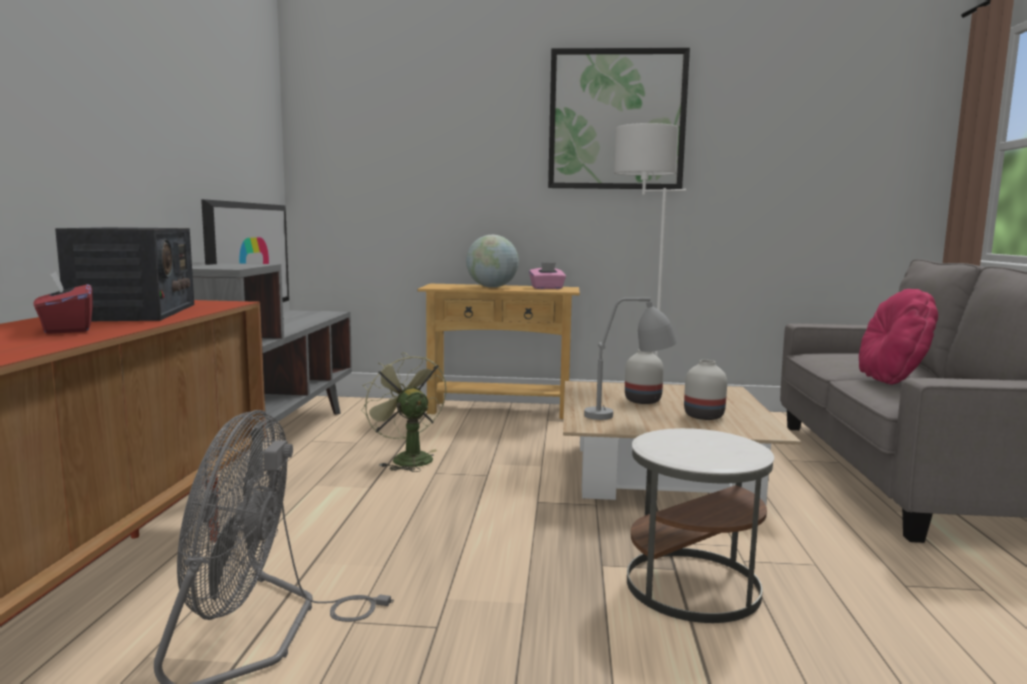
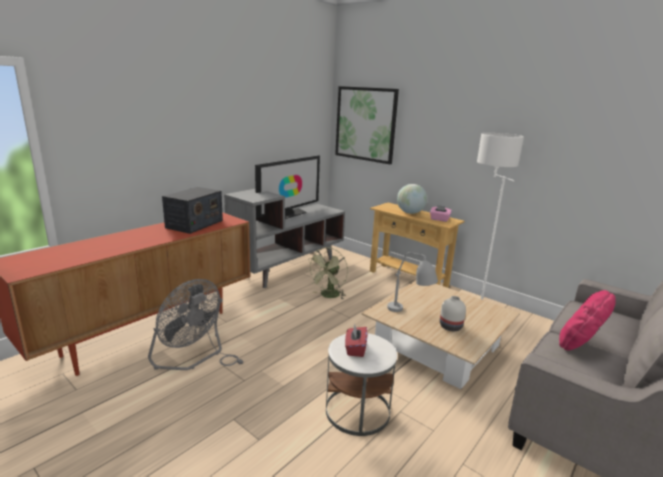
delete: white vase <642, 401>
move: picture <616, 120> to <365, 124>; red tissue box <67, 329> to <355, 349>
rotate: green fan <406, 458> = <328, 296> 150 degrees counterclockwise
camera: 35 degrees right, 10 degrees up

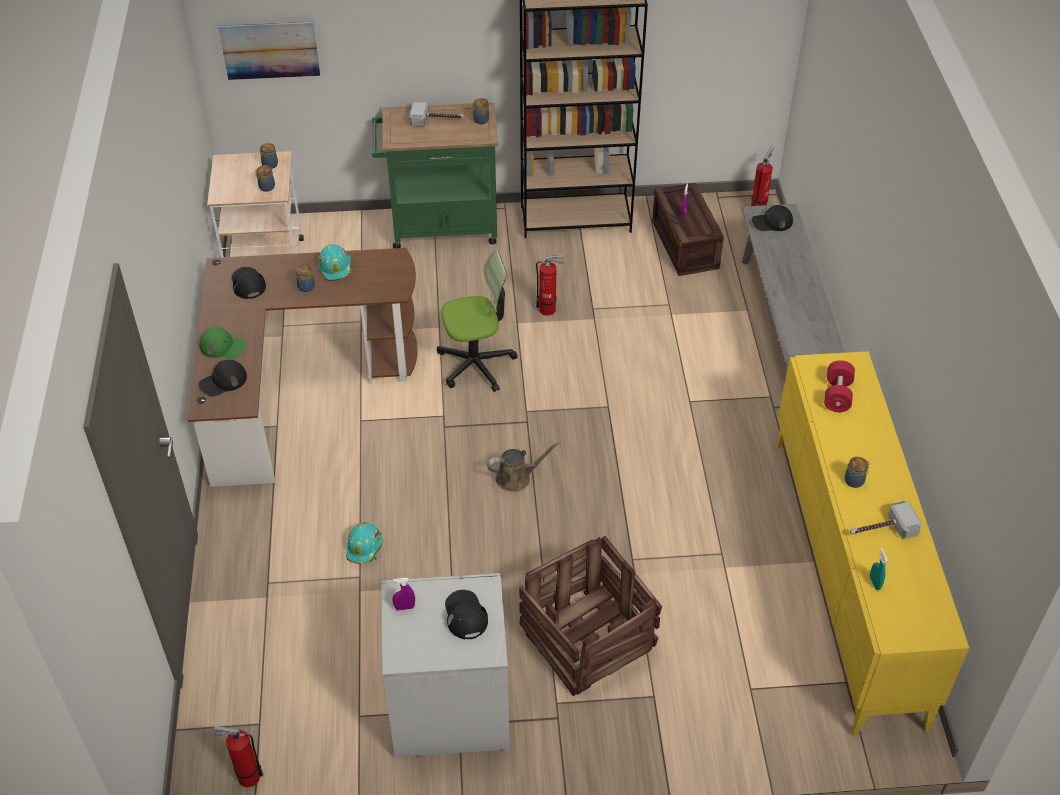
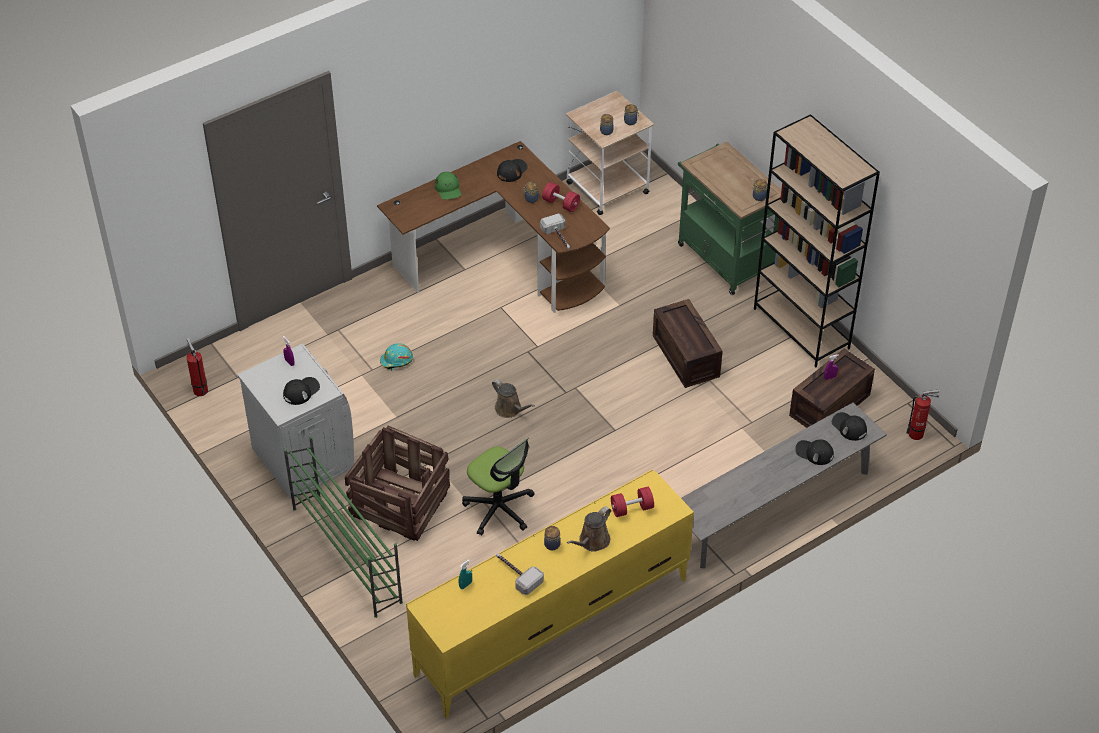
delete: picture <270, 50>
insert: green shoe rack <346, 554>; brown watering can <592, 541>
move: office chair <476, 364> to <499, 508>; hammer <437, 120> to <559, 237>; black cap <223, 381> to <814, 452>
replace: turquoise hard hat <336, 268> to red dumbbell <561, 204>; fire extinguisher <549, 310> to crate <687, 356>
camera: 60 degrees right, 0 degrees up

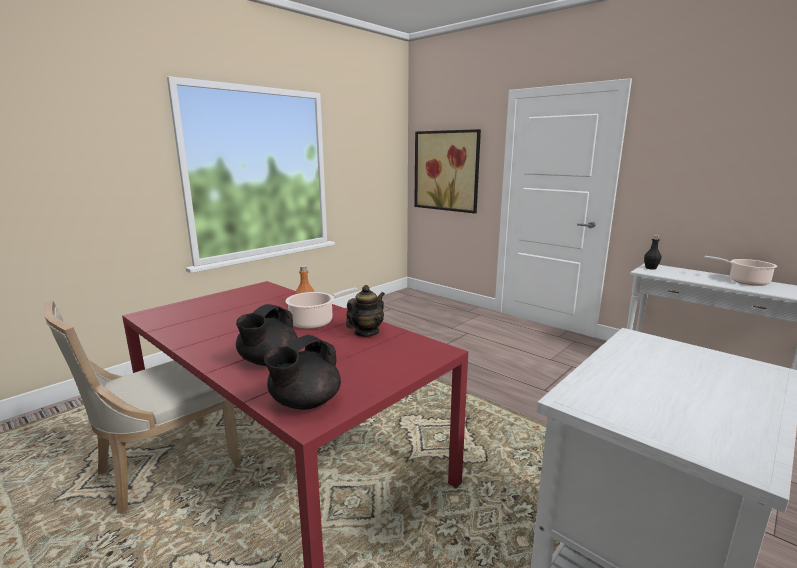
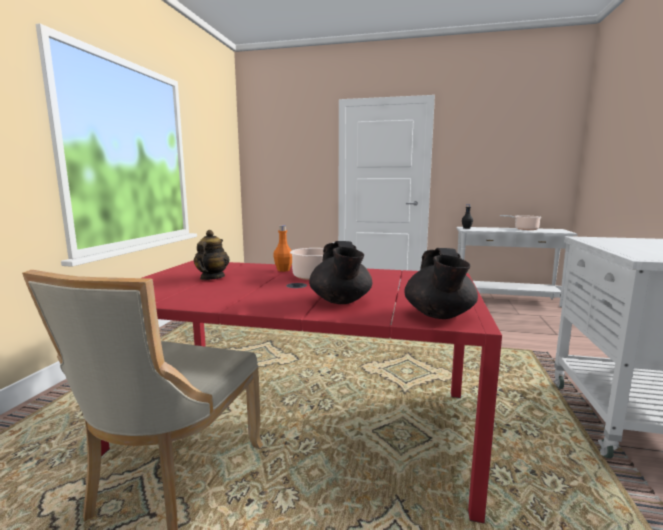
delete: picture <446, 171>
move: teapot <366, 333> to <212, 277>
camera: 30 degrees left, 5 degrees down

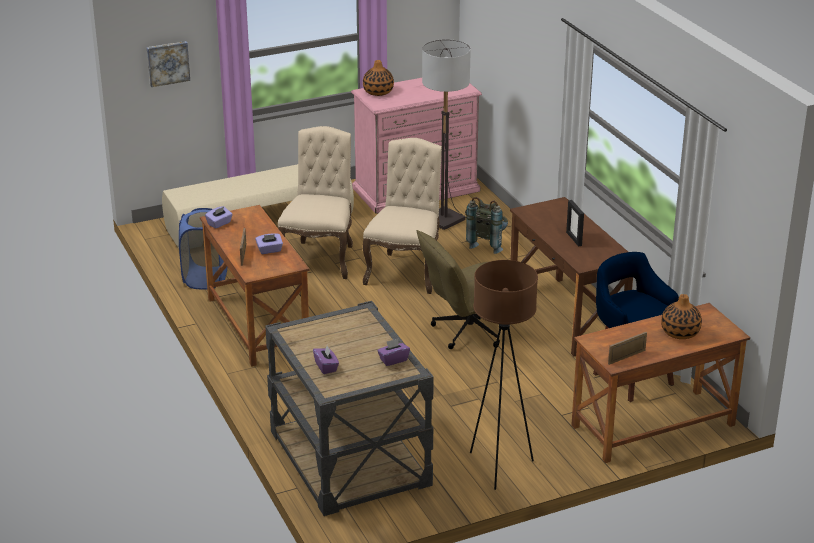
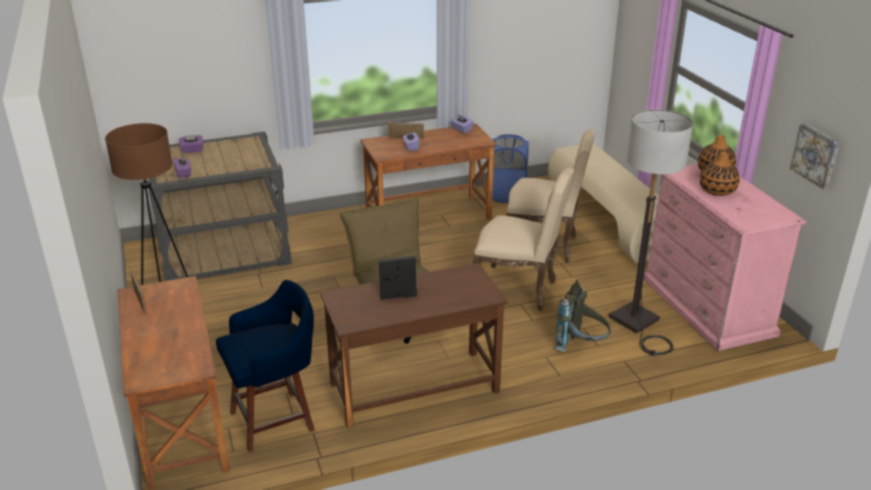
move: vase <680, 332> to <717, 190>; picture <167, 63> to <816, 155>
camera: 95 degrees right, 0 degrees up

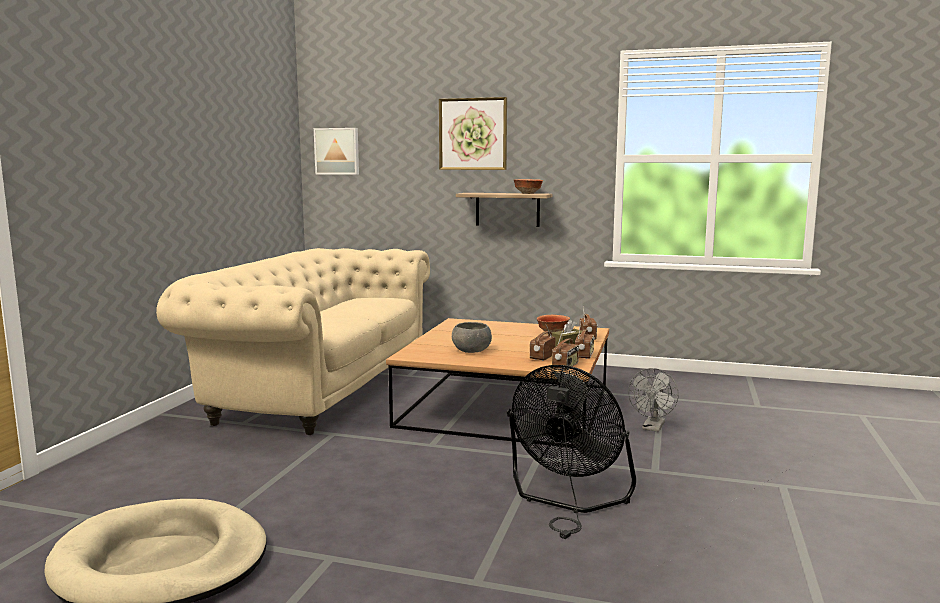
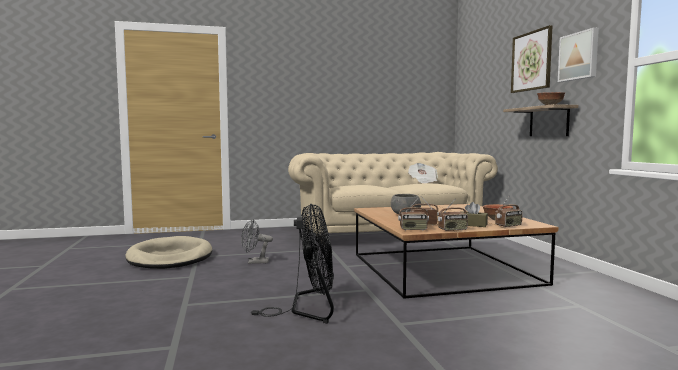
insert: newspaper <422, 181>
move: grey fan <652, 428> to <254, 262>; picture <337, 151> to <579, 56>
camera: 60 degrees right, 5 degrees down

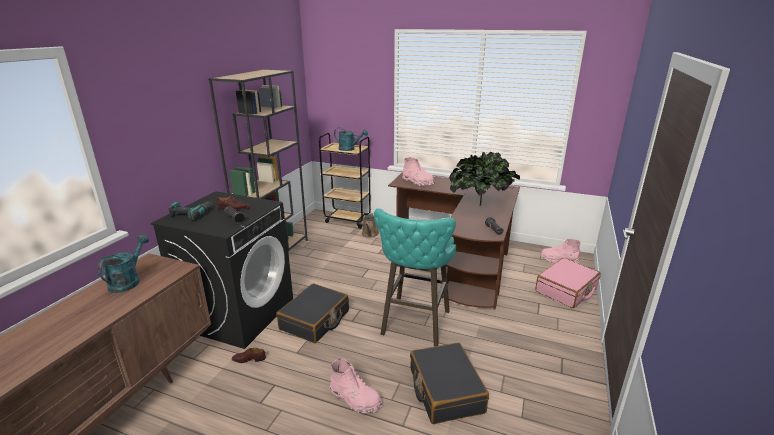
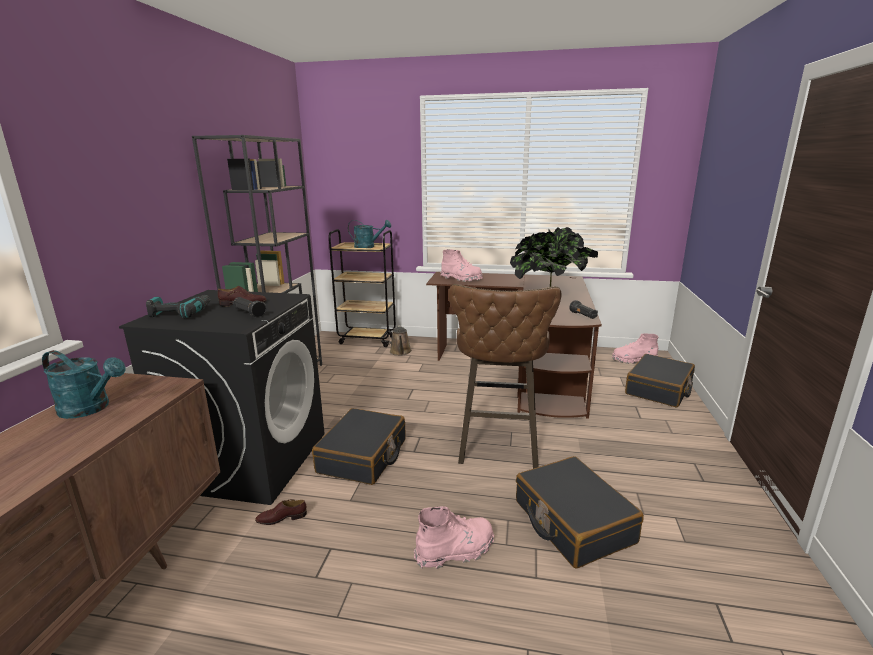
recolor: turquoise stool <415, 324> to brown stool <498, 446>; pink suitcase <566, 290> to black suitcase <659, 389>
rotate: turquoise watering can <128, 281> = <91, 409> 105 degrees clockwise; pink boot <355, 399> = <455, 551> 45 degrees counterclockwise
camera: 10 degrees left, 5 degrees down

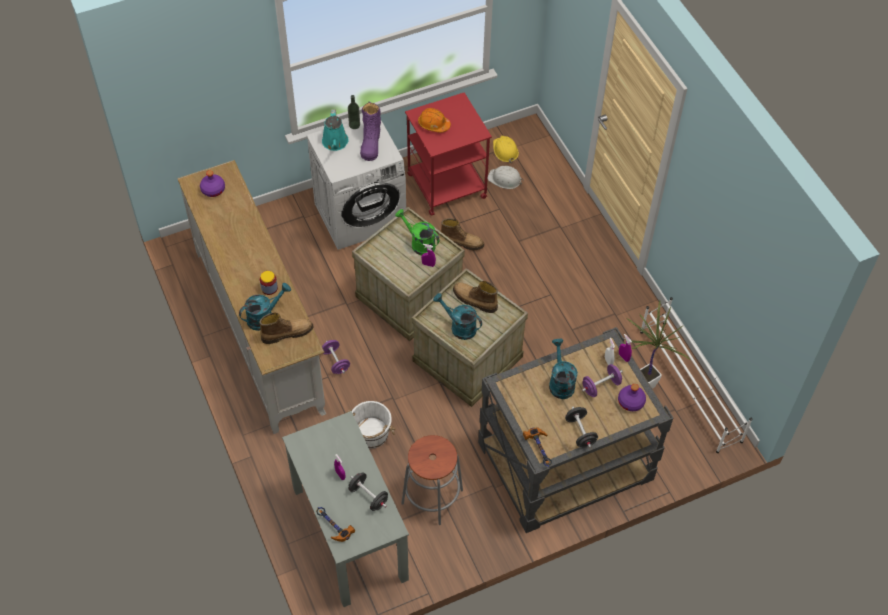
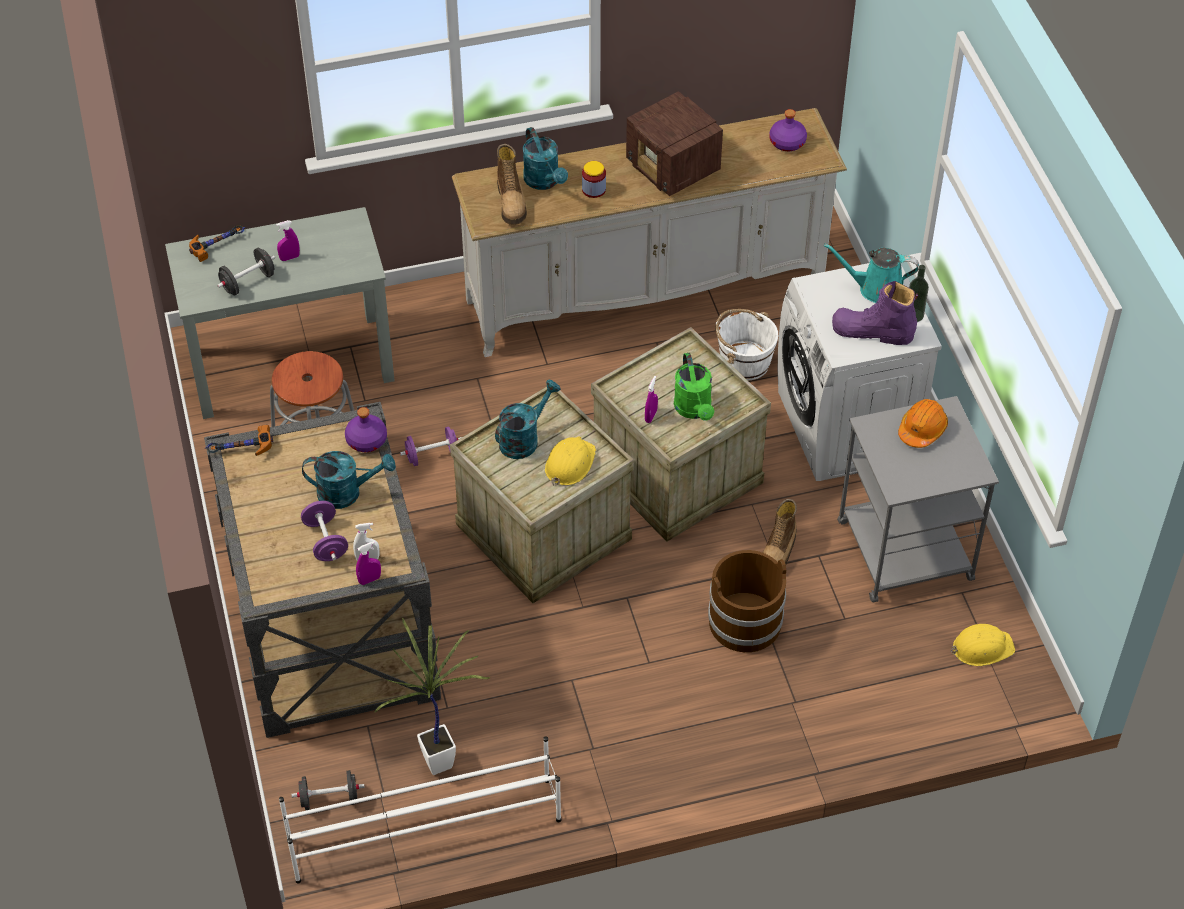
delete: white hard hat <505, 179>
insert: radio <673, 168>; brown bucket <744, 622>
move: black dumbbell <580, 432> to <329, 799>; purple bottle <631, 401> to <367, 440>; purple dumbbell <335, 362> to <432, 456>; white bucket <370, 434> to <744, 361>
replace: boot <474, 300> to yellow hard hat <569, 463>
recolor: red cart <447, 185> to grey cart <905, 552>
rotate: green watering can <419, 243> = <694, 410> 120 degrees clockwise
camera: 100 degrees right, 5 degrees down

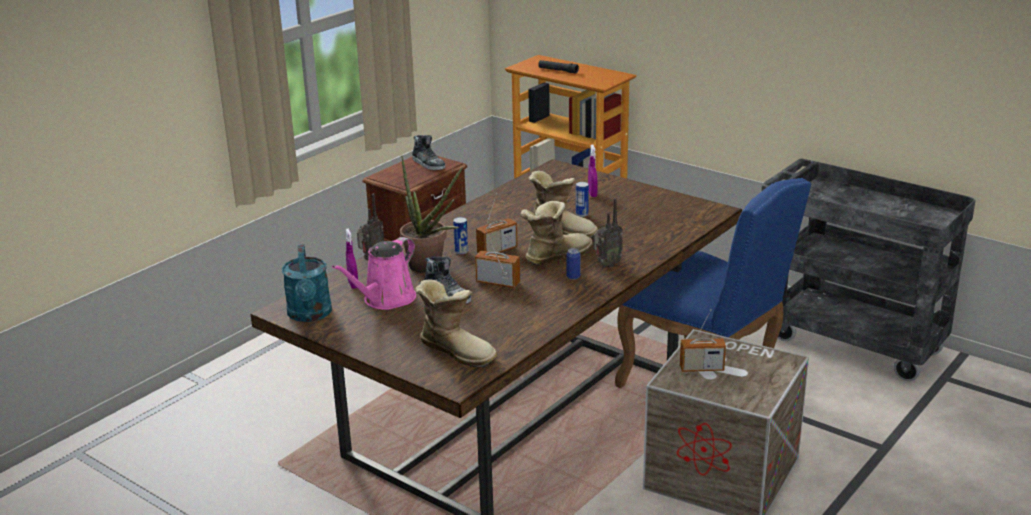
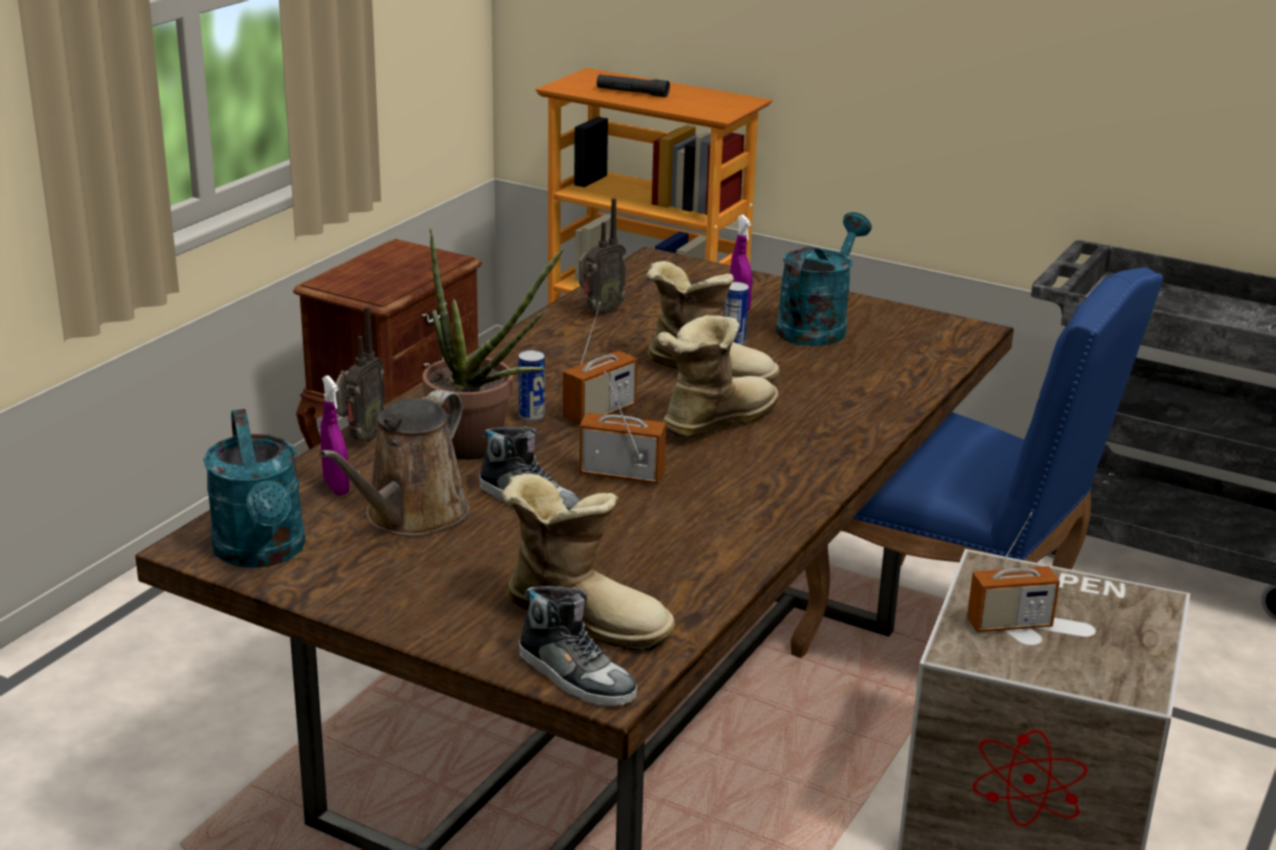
delete: can <573, 277>
insert: turquoise watering can <817, 326>
move: shoe <428, 164> to <576, 676>; radio <606, 265> to <599, 311>
recolor: pink watering can <386, 300> to brown watering can <410, 516>
camera: 10 degrees left, 0 degrees up

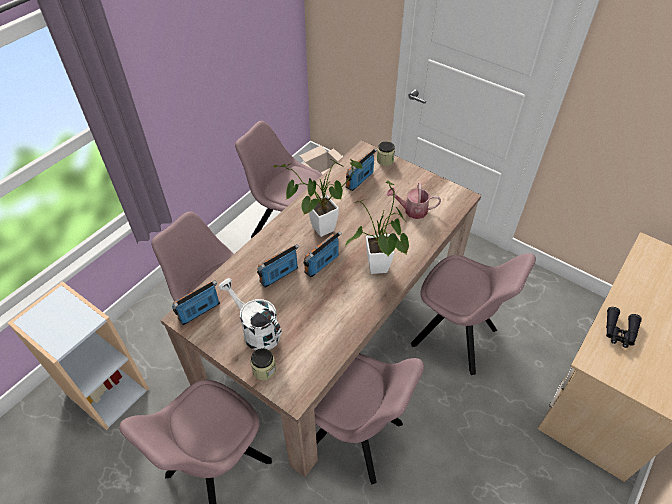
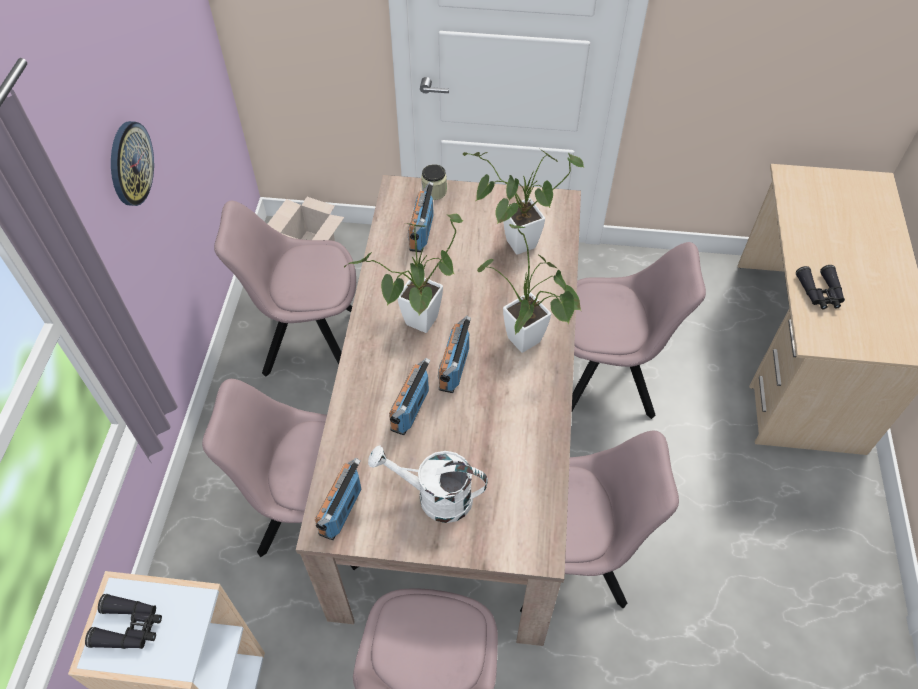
delete: jar <264, 370>
insert: black binoculars <129, 627>; wall clock <130, 163>
replace: watering can <412, 210> to potted plant <514, 246>
camera: 30 degrees left, 5 degrees up

